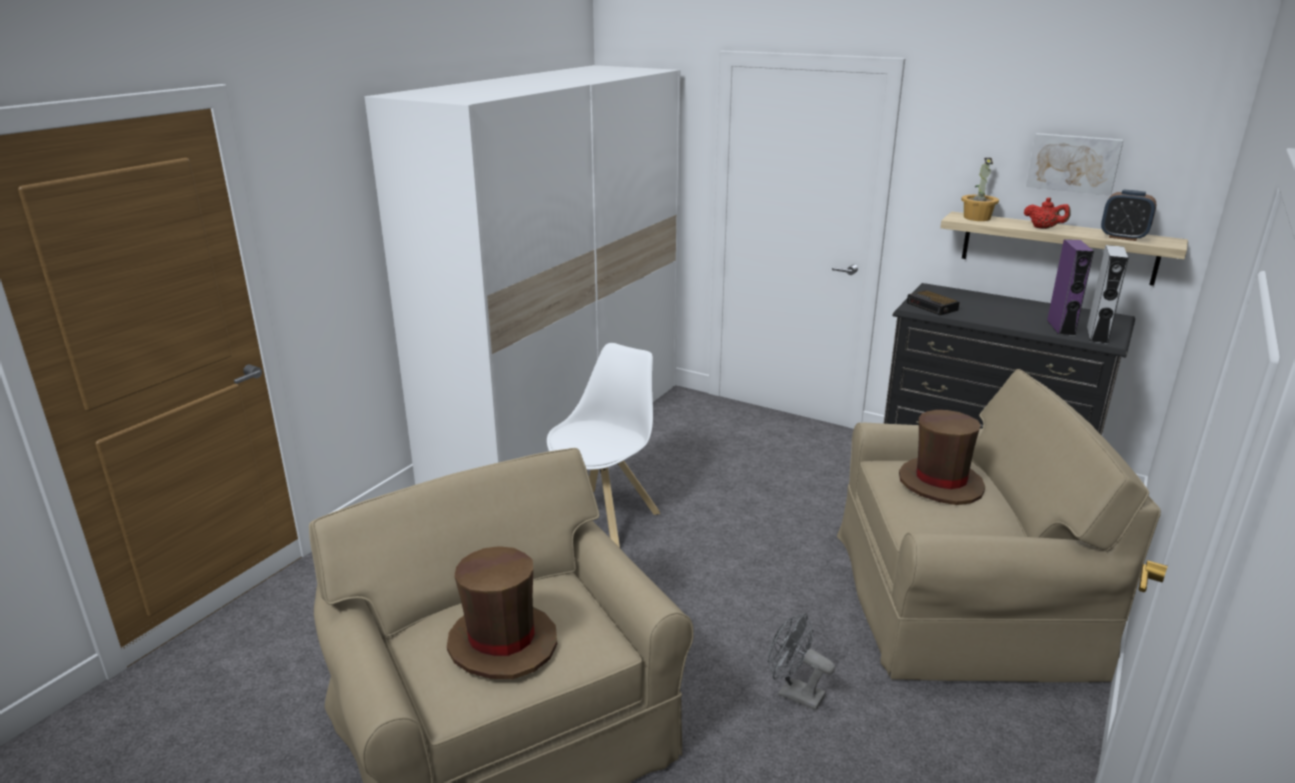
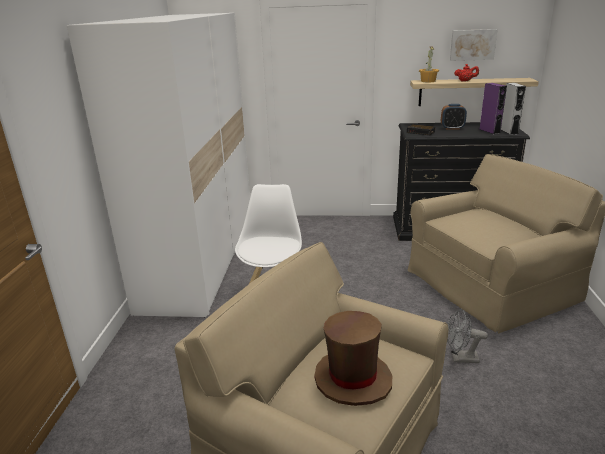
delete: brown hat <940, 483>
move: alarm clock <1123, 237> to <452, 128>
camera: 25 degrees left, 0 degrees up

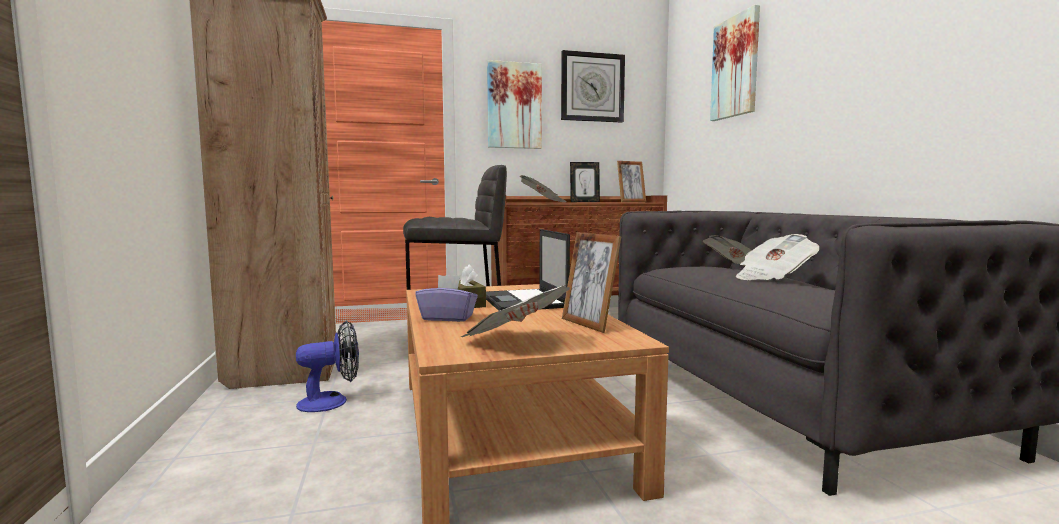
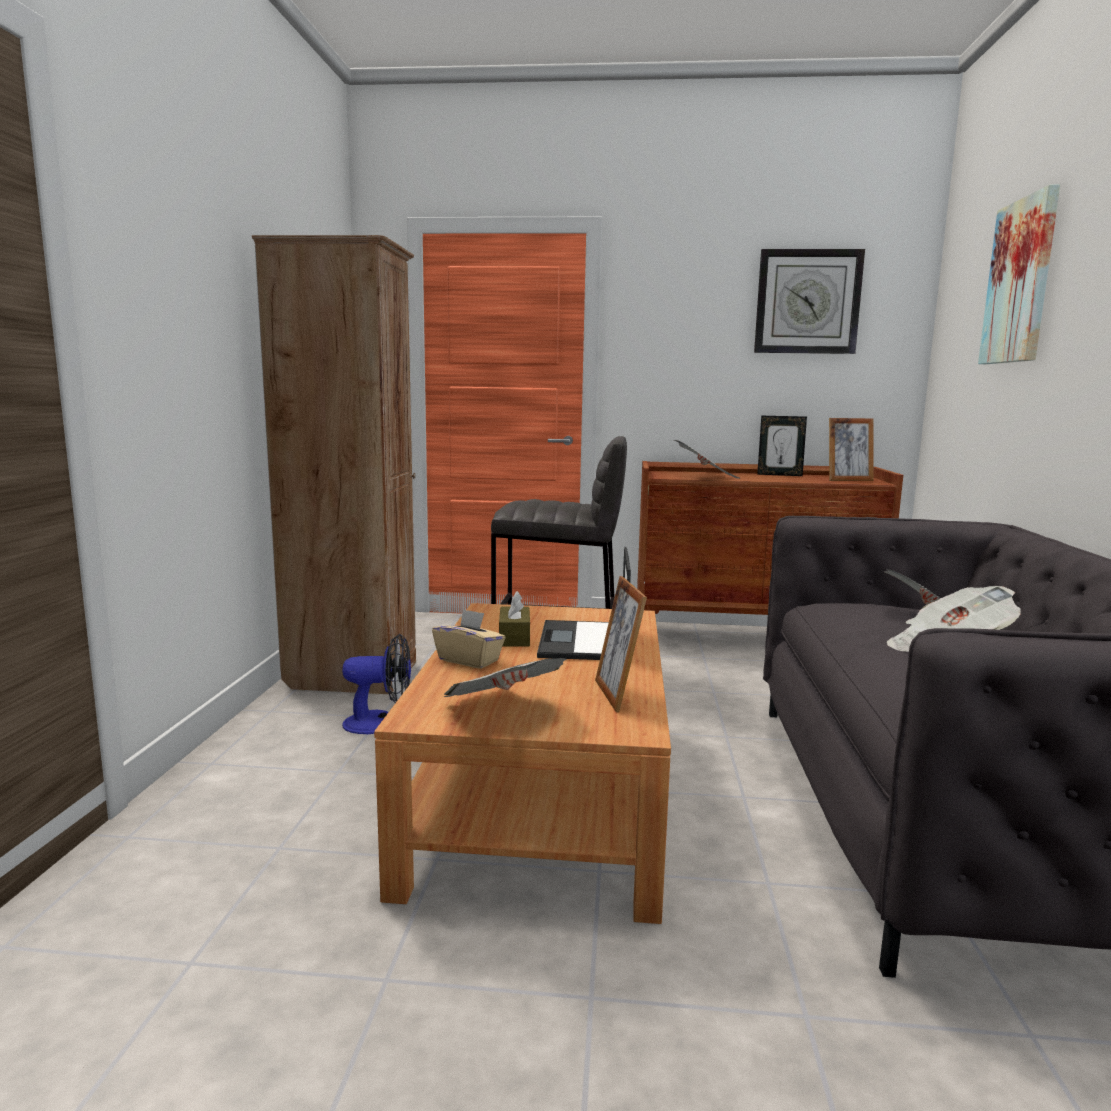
delete: picture <514, 106>
recolor: purple tissue box <447, 318> to beige tissue box <469, 660>
camera: 20 degrees right, 5 degrees up

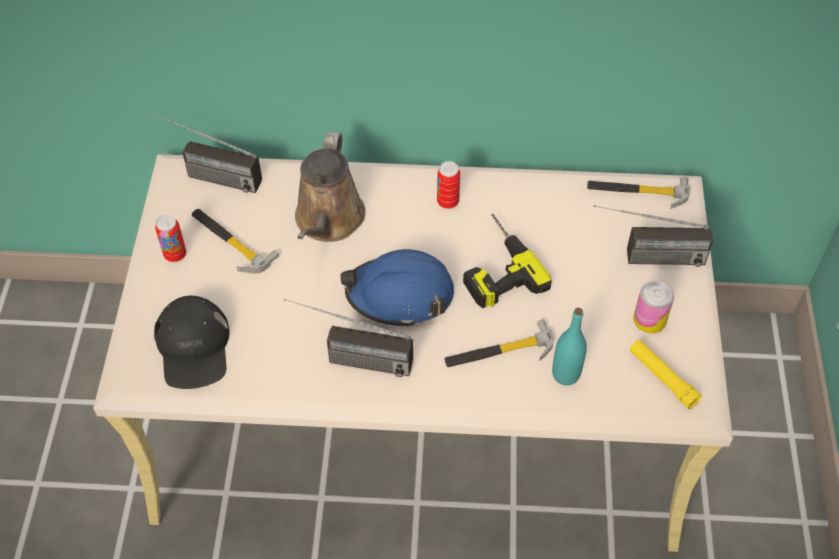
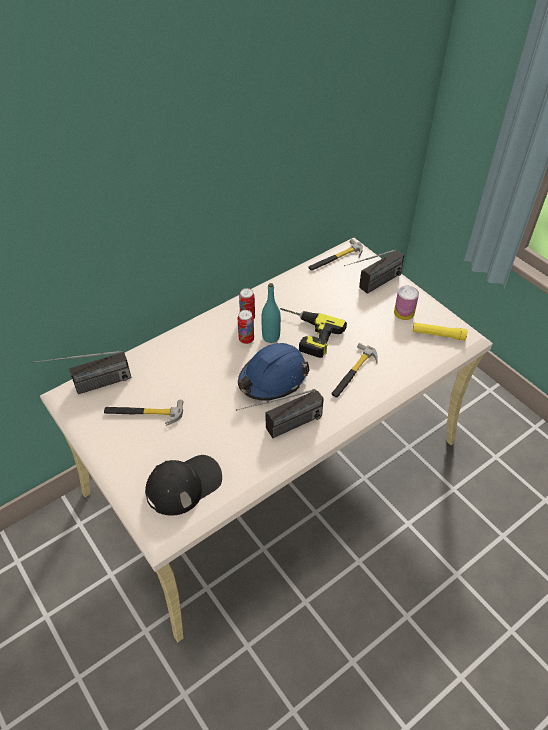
delete: brown watering can <328, 221>
move: can <175, 254> to <246, 339>; turquoise bottle <565, 374> to <271, 337>
rotate: black cap <194, 347> = <184, 485> 75 degrees counterclockwise
camera: 40 degrees left, 5 degrees down

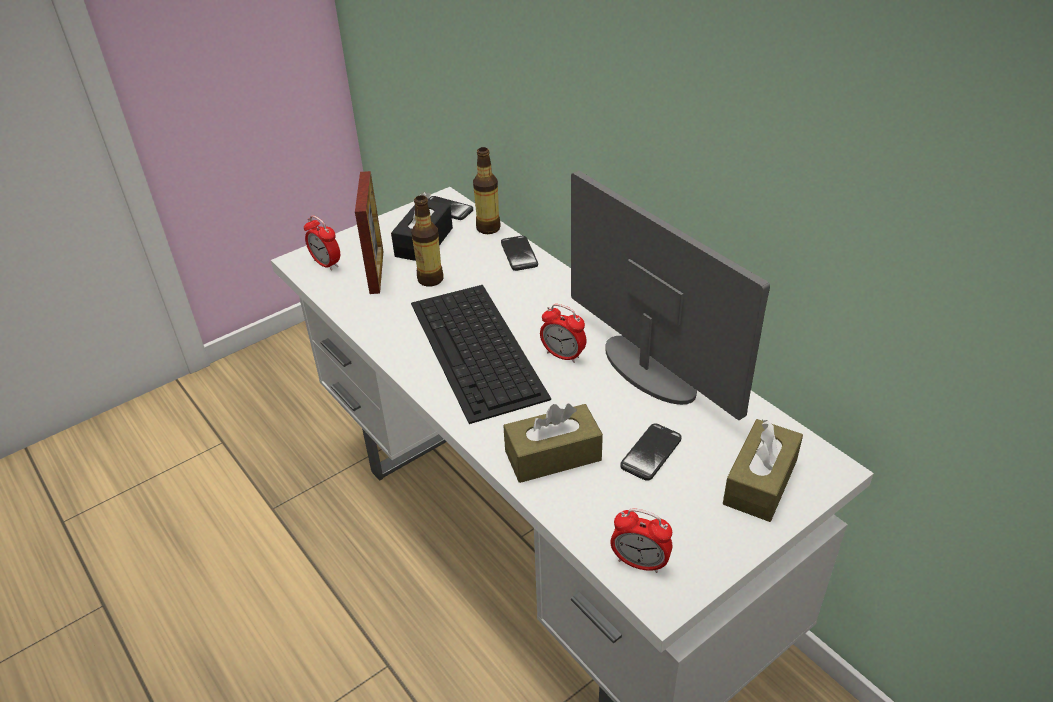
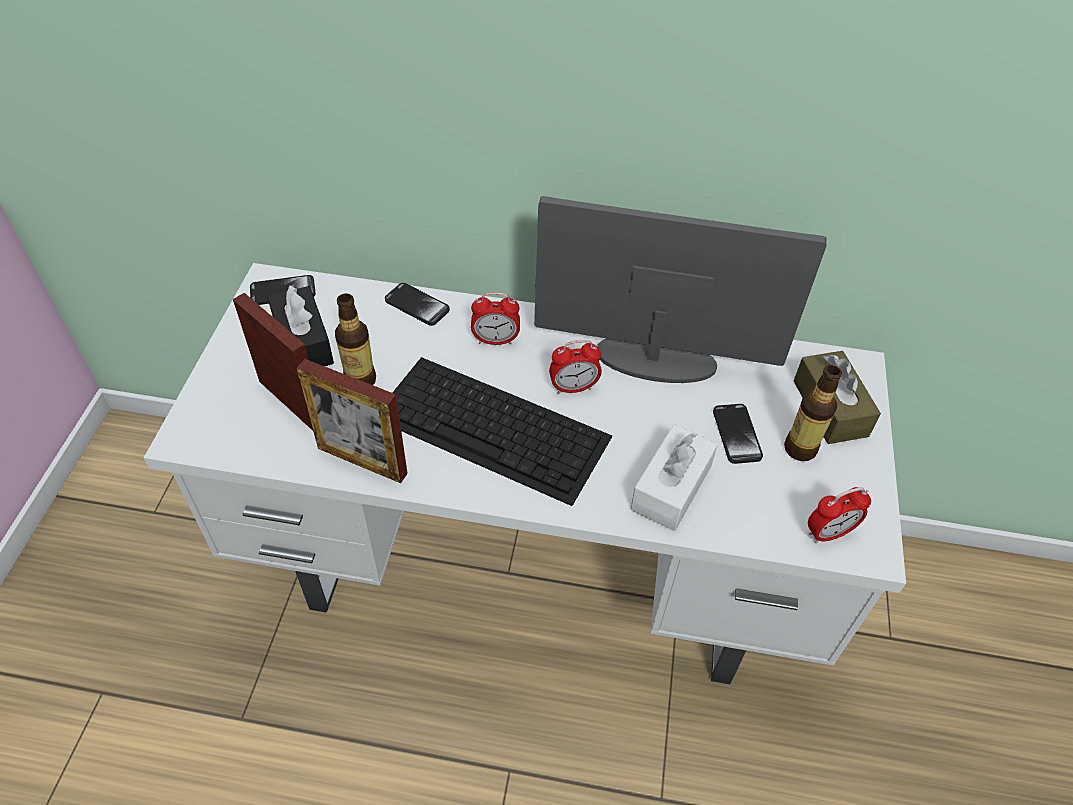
insert: picture frame <362, 461>
move: alarm clock <326, 264> to <495, 340>; bottle <488, 228> to <800, 449>
recolor: brown tissue box <553, 456> to white tissue box <671, 488>
camera: 45 degrees left, 10 degrees up

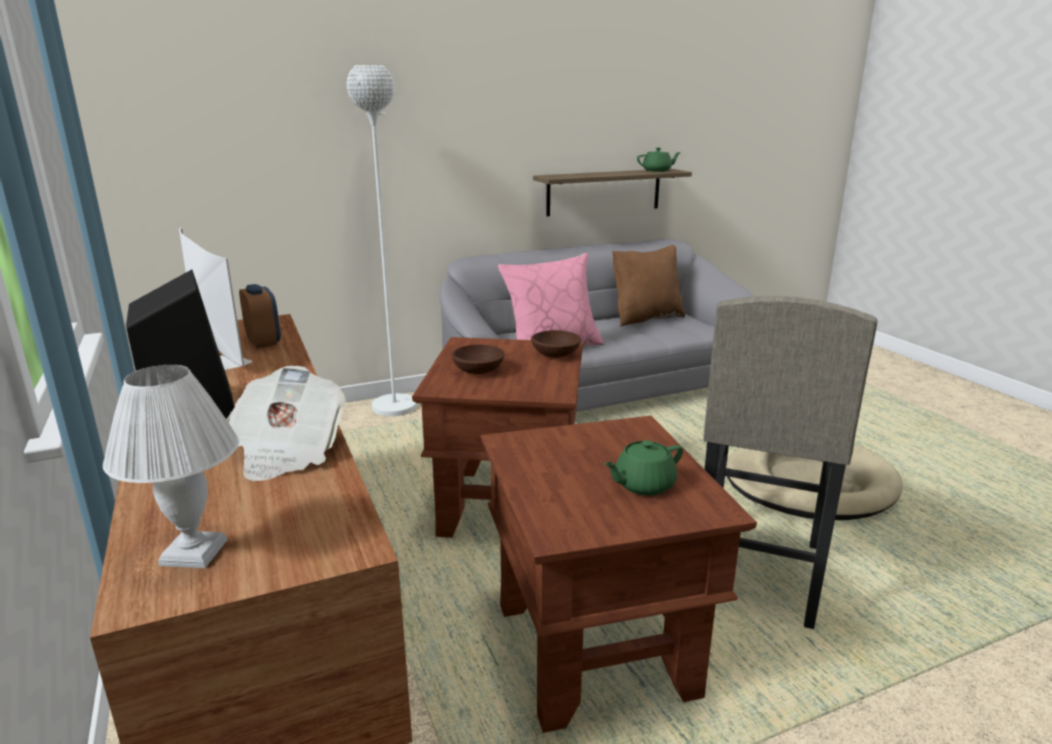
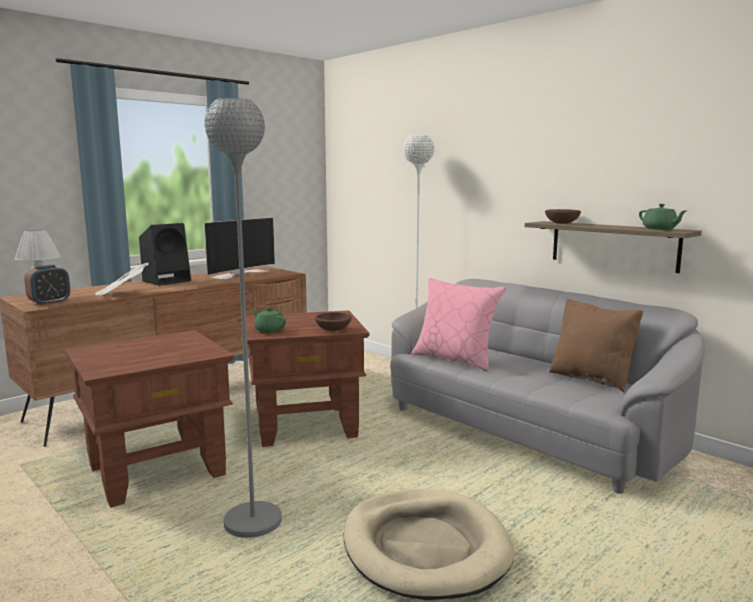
move: alarm clock <263, 342> to <49, 303>; green teapot <643, 485> to <269, 330>; brown bowl <479, 371> to <562, 223>
replace: grey stool <755, 572> to grey floor lamp <252, 521>
camera: 70 degrees right, 10 degrees down

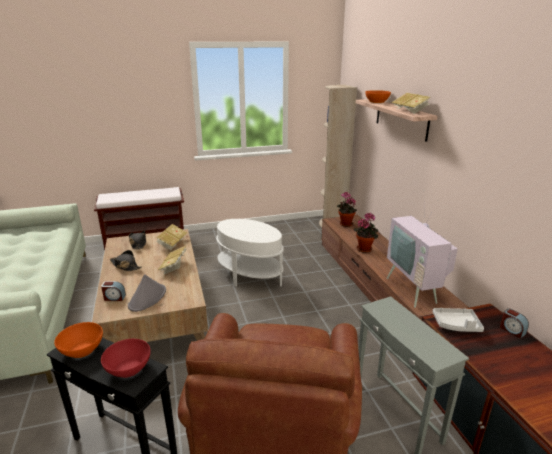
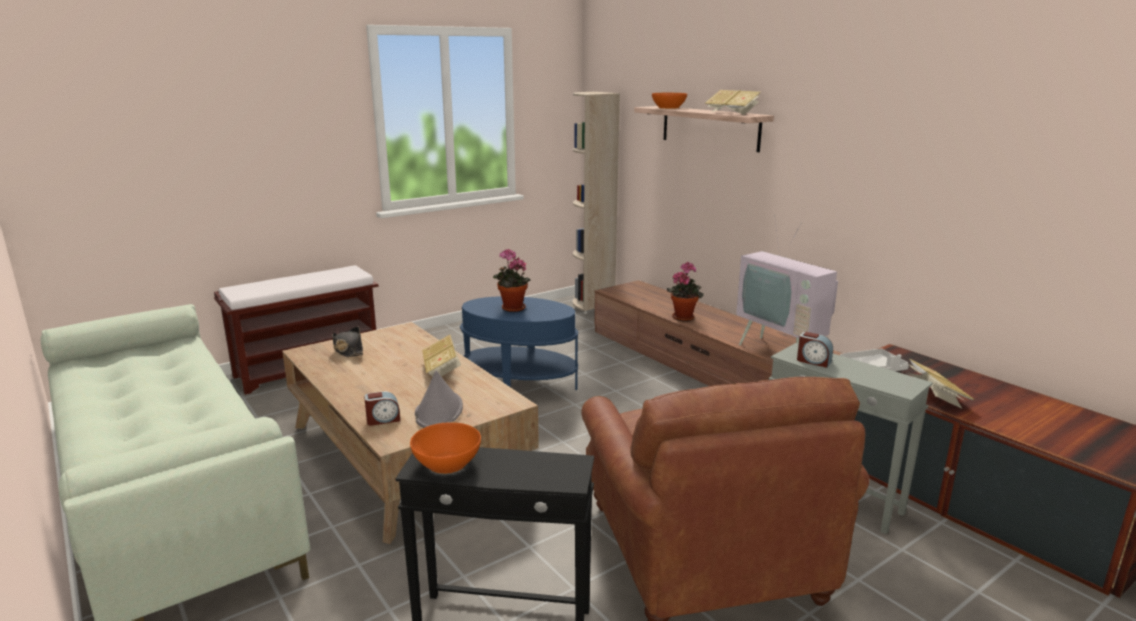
delete: red bowl <128, 368>; black hat <125, 266>
move: potted plant <345, 224> to <511, 309>; alarm clock <512, 330> to <813, 361>; book <172, 243> to <935, 396>
recolor: white side table <250, 276> to blue side table <520, 385>
camera: 20 degrees left, 5 degrees down

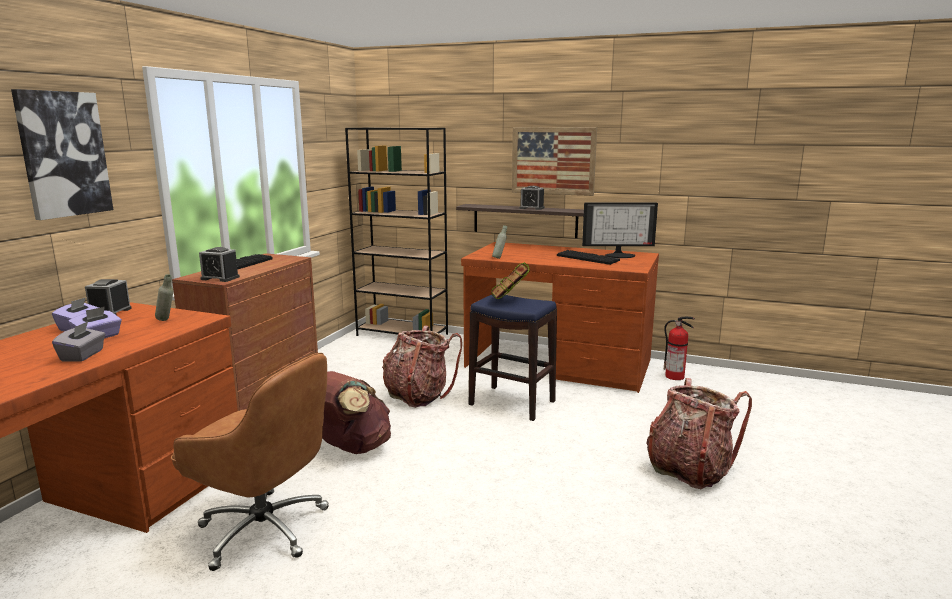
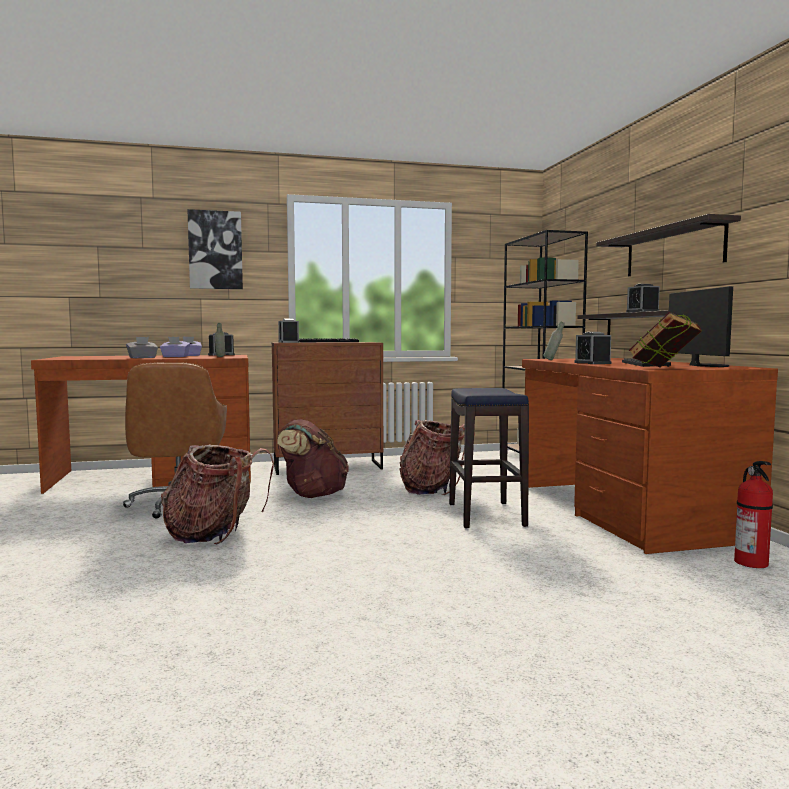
insert: alarm clock <592, 363>
move: backpack <689, 469> to <215, 534>; book <510, 301> to <663, 368>
replace: picture <553, 161> to shelf <673, 250>
rotate: monitor <620, 255> = <704, 366> 150 degrees counterclockwise
camera: 55 degrees right, 10 degrees down

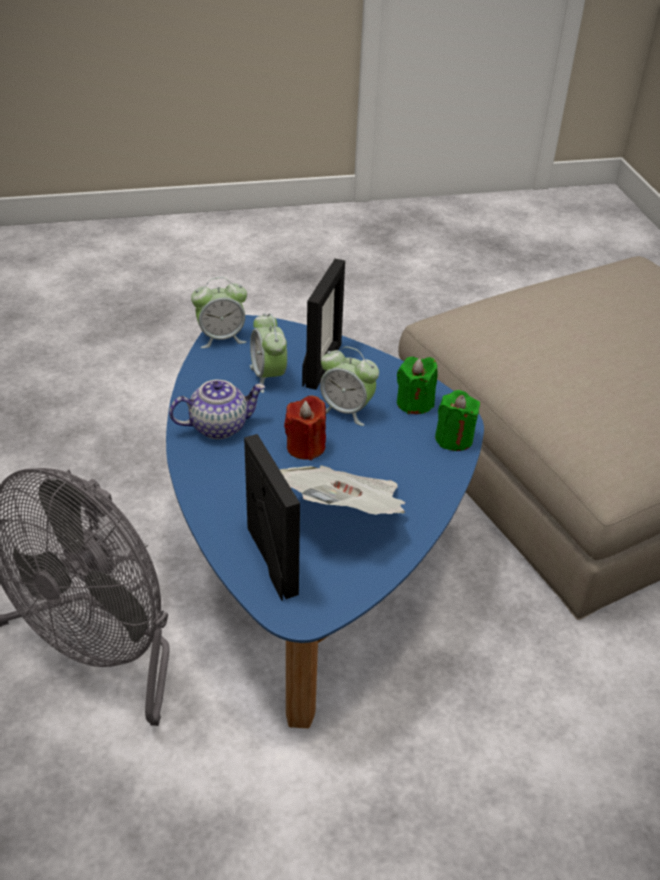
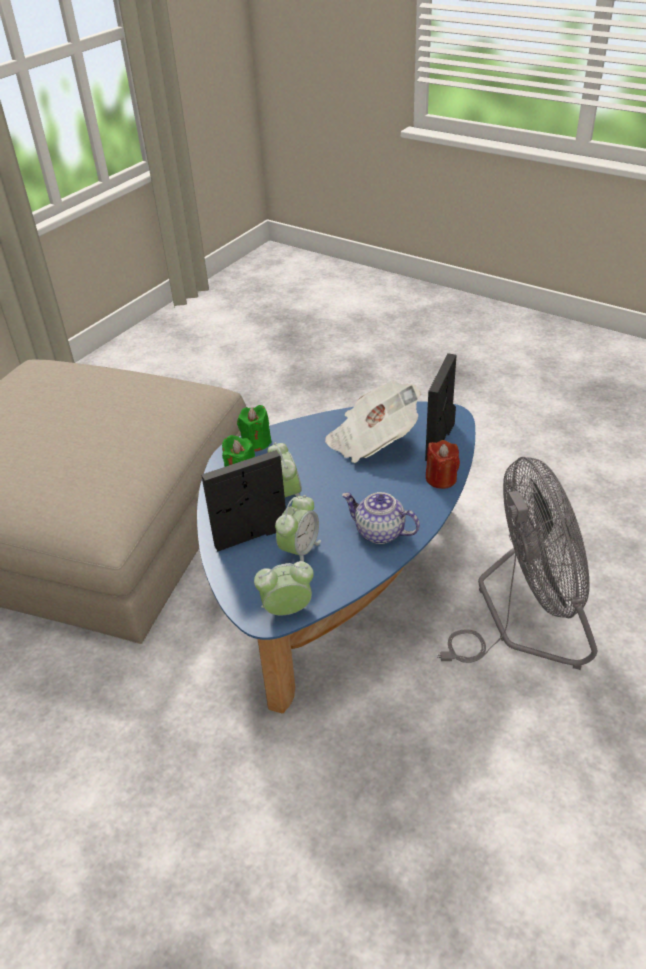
move: red candle <305, 447> to <441, 478>
rotate: alarm clock <221, 338> = <287, 610> 45 degrees counterclockwise
camera: 130 degrees left, 0 degrees up

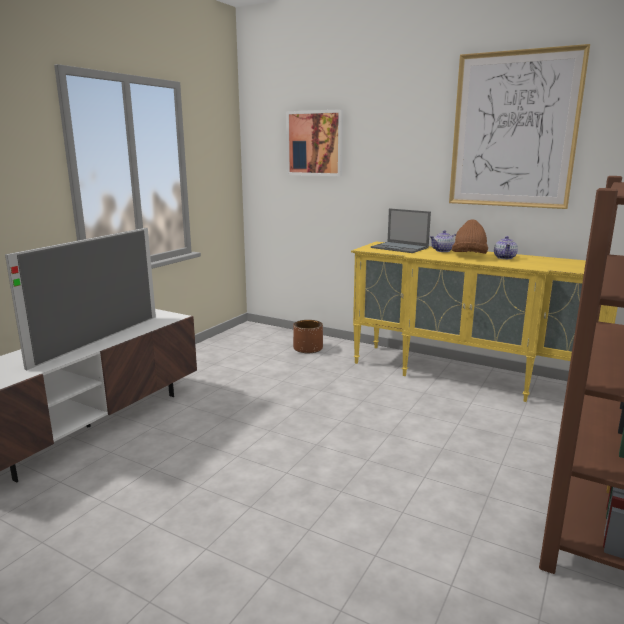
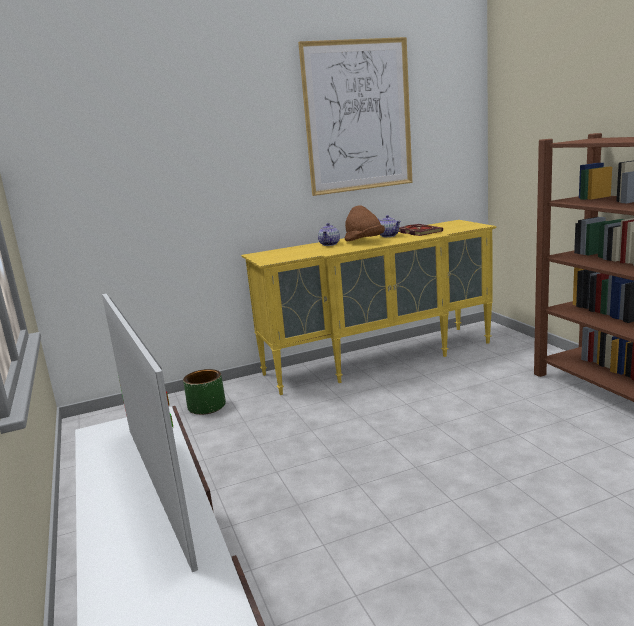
delete: picture <315, 143>; laptop <400, 248>
insert: book <418, 232>
recolor: brown planter <307, 348> to green planter <206, 407>
camera: 50 degrees left, 0 degrees up

